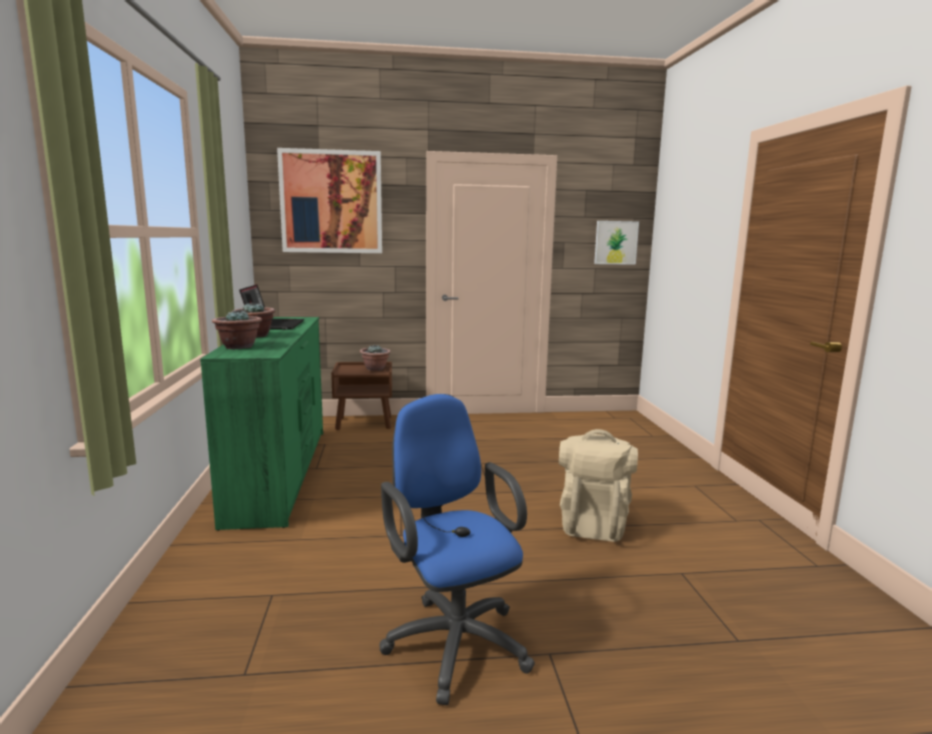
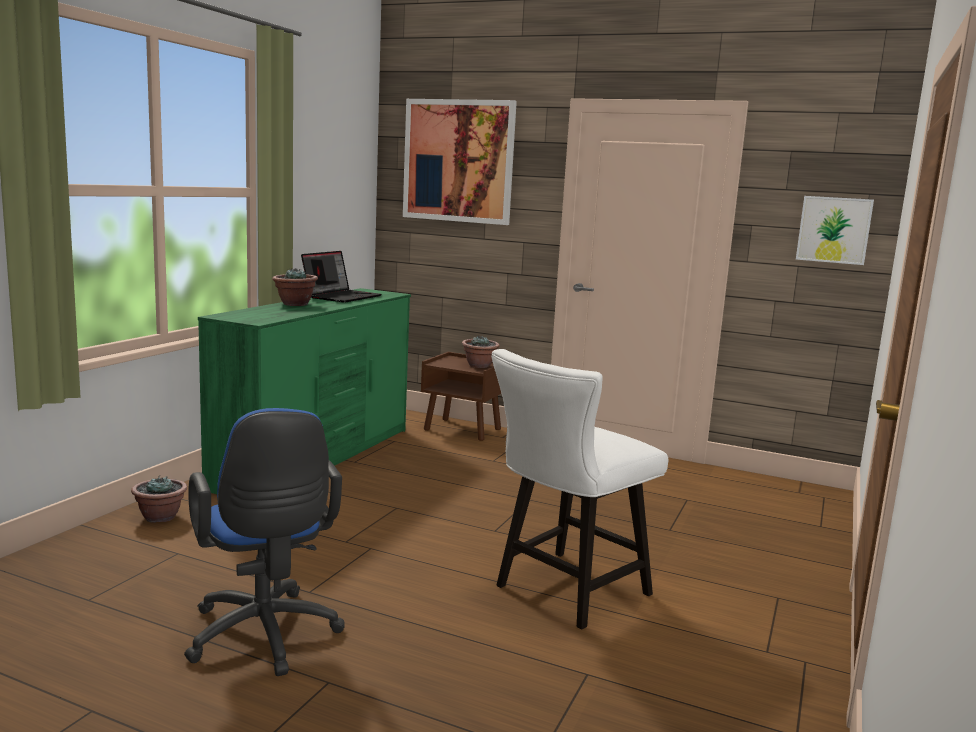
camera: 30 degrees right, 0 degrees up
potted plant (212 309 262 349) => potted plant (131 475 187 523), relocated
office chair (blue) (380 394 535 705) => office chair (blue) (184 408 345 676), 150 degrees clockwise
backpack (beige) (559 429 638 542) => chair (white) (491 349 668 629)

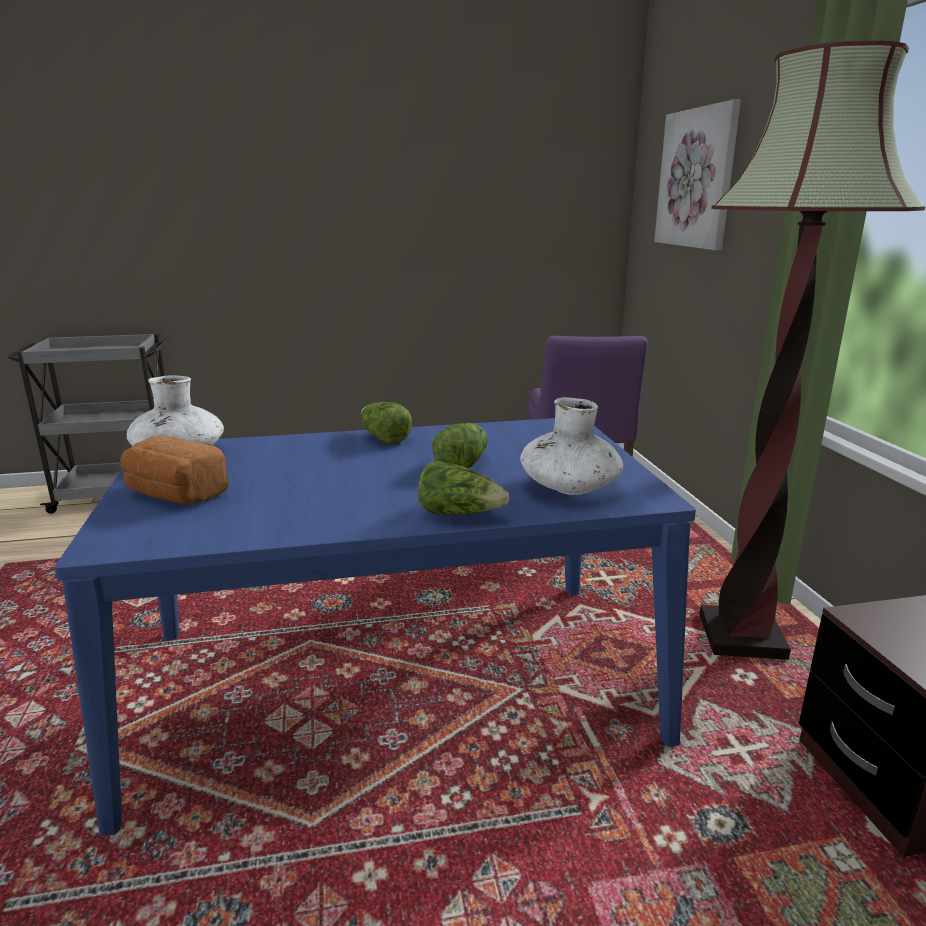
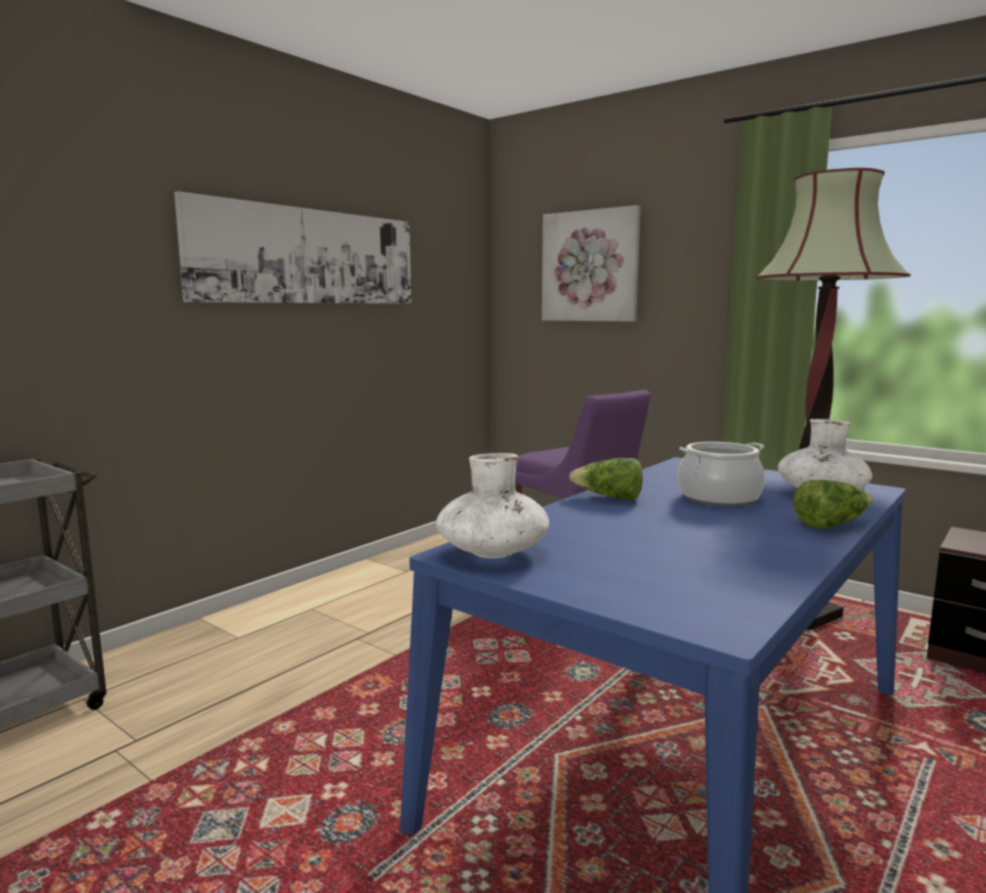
camera: 40 degrees left, 10 degrees down
lettuce (432 423 488 468) => cooking pot (677 442 765 507)
bread (120 435 229 504) => nothing
nothing => picture (174 191 411 304)

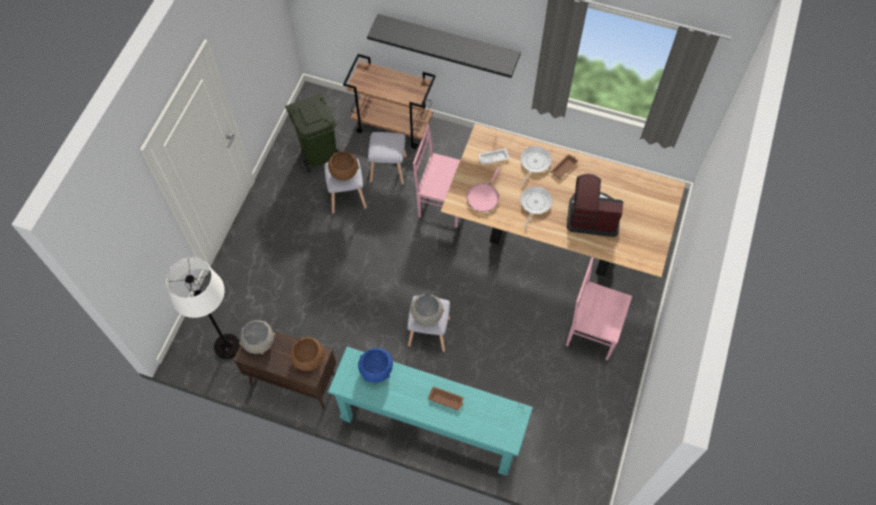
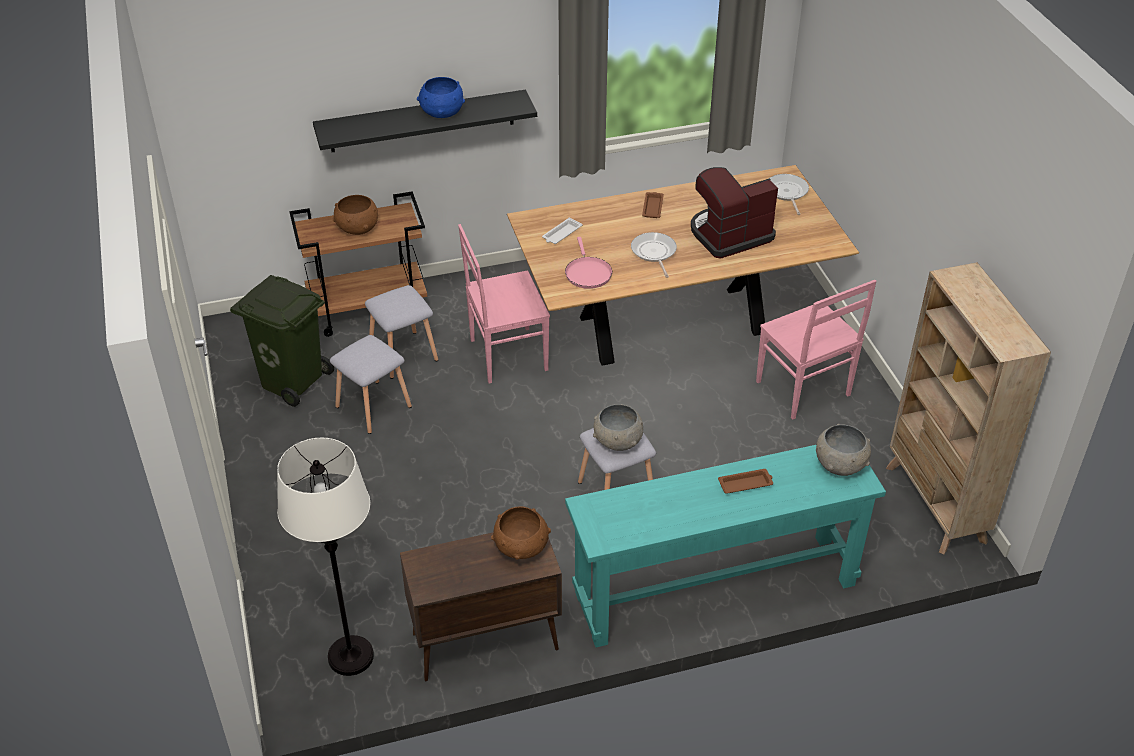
camera: 35 degrees left, 20 degrees down
frying pan (520 146 552 186) => frying pan (770 174 809 215), relocated
bowl (brown) (328 152 359 181) => bowl (brown) (333 195 378 235), relocated
chair (pink) (566 257 632 360) => chair (pink) (756 280 876 419), 105 degrees counterclockwise
bowl (grey) (239 320 275 354) => bowl (grey) (816 424 871 476), relocated
bowl (blue) (358 348 393 383) => bowl (blue) (417 77 465 118), relocated
nothing => bookcase (beige) (886 262 1051 554)

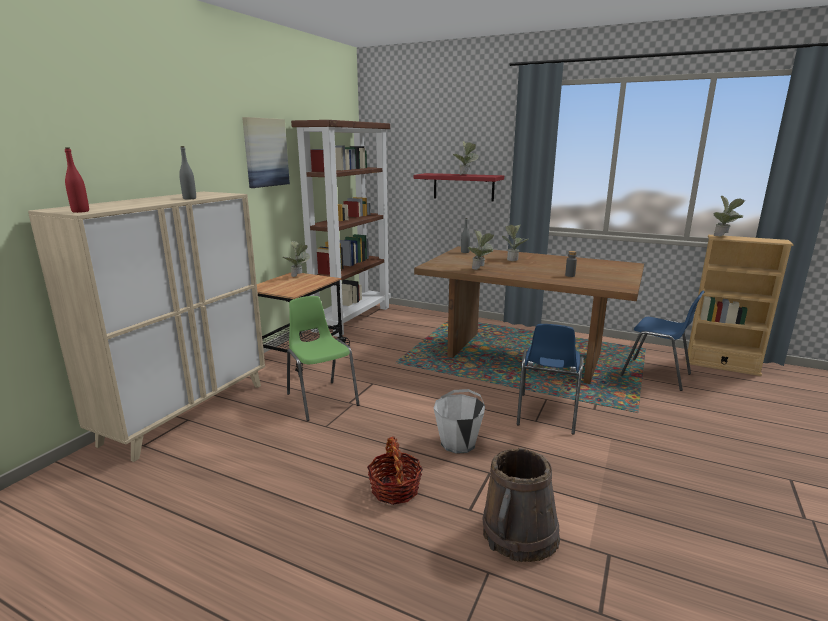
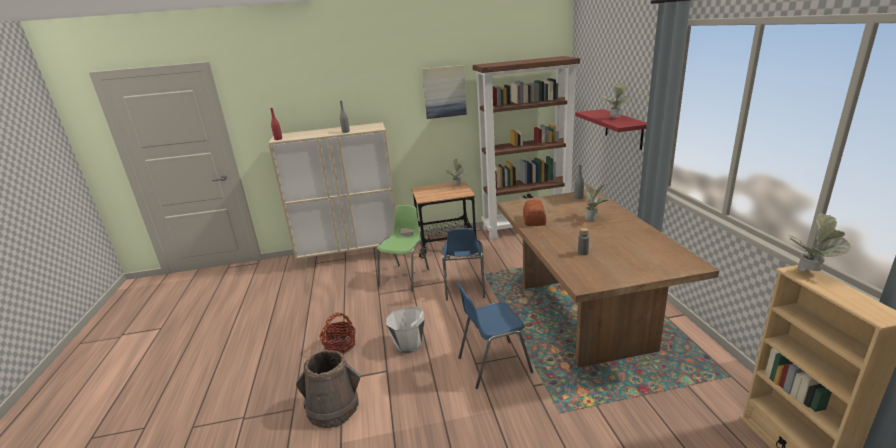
camera: 55 degrees right, 5 degrees up
potted plant (468 230 494 270) => bread (523 199 546 226)
chair (blue) (620 291 705 391) => chair (blue) (442 228 485 300), relocated

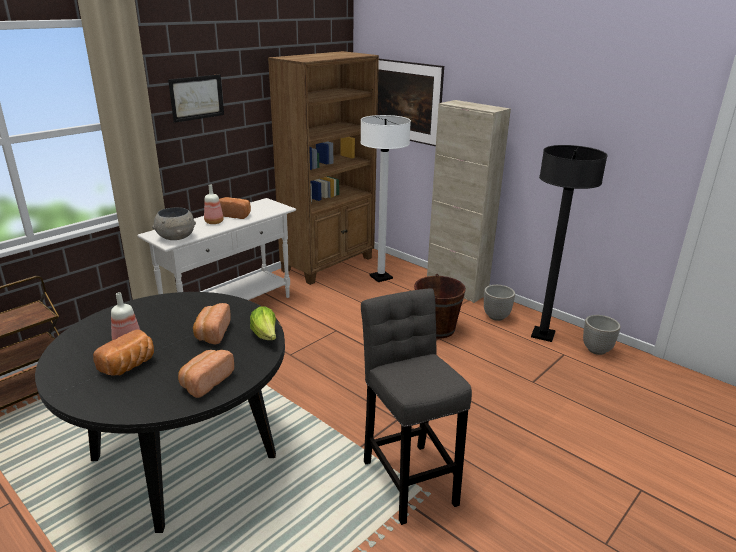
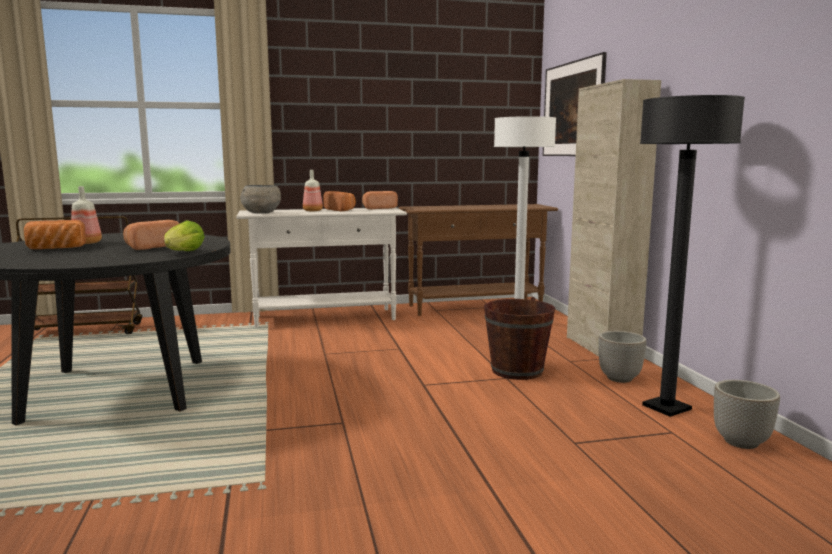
camera: 35 degrees right, 15 degrees down
bookcase (brown) (268 51 379 285) => console table (brown) (399 204 558 316)
picture (168 74 224 123) => nothing
stool (grey) (361 288 472 525) => nothing
bread (178 350 234 398) => bread (362 191 398 209), relocated

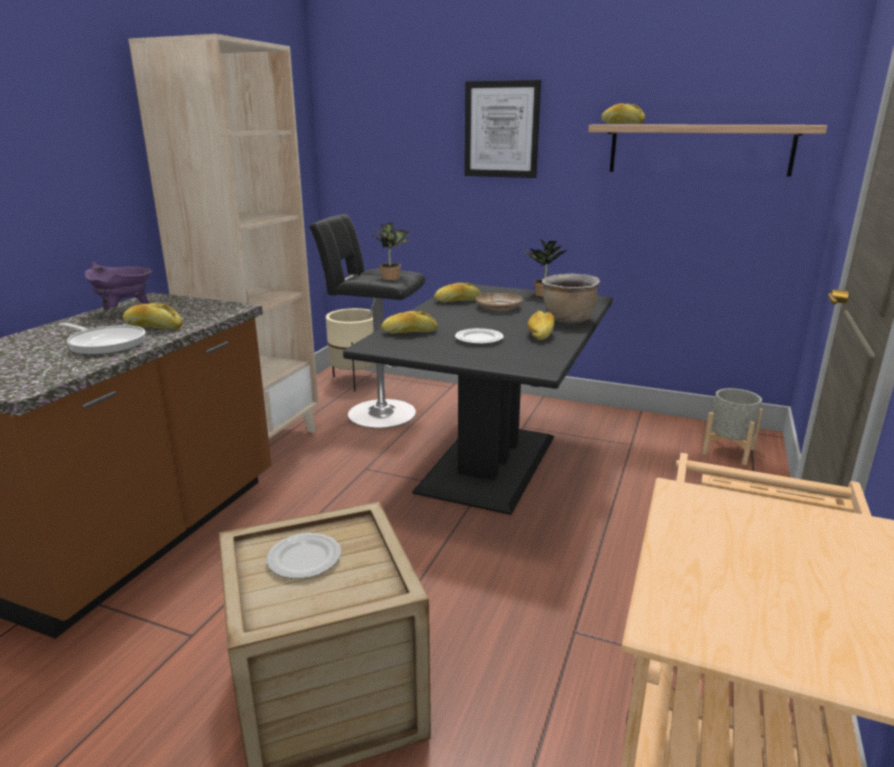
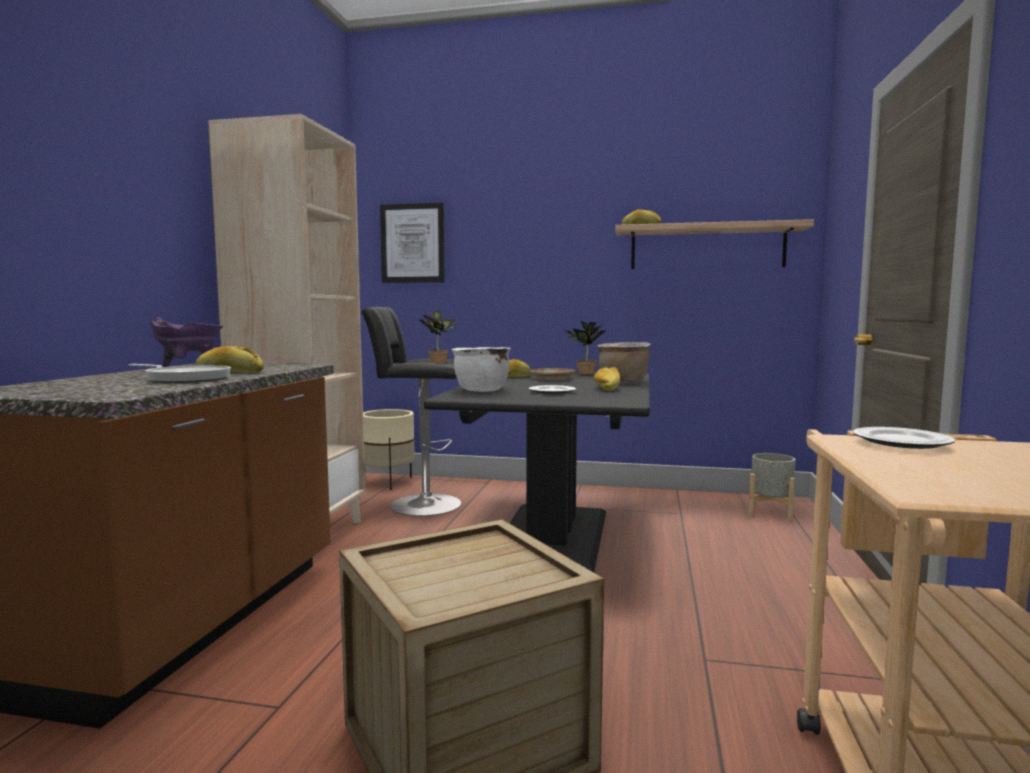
camera: 10 degrees left, 15 degrees down
picture (464 80 541 178) => picture (380 202 445 283), relocated
bread (381 311 438 334) => cooking pot (white) (452 347 511 392)
plate (266 533 341 579) => plate (853 427 955 449), relocated

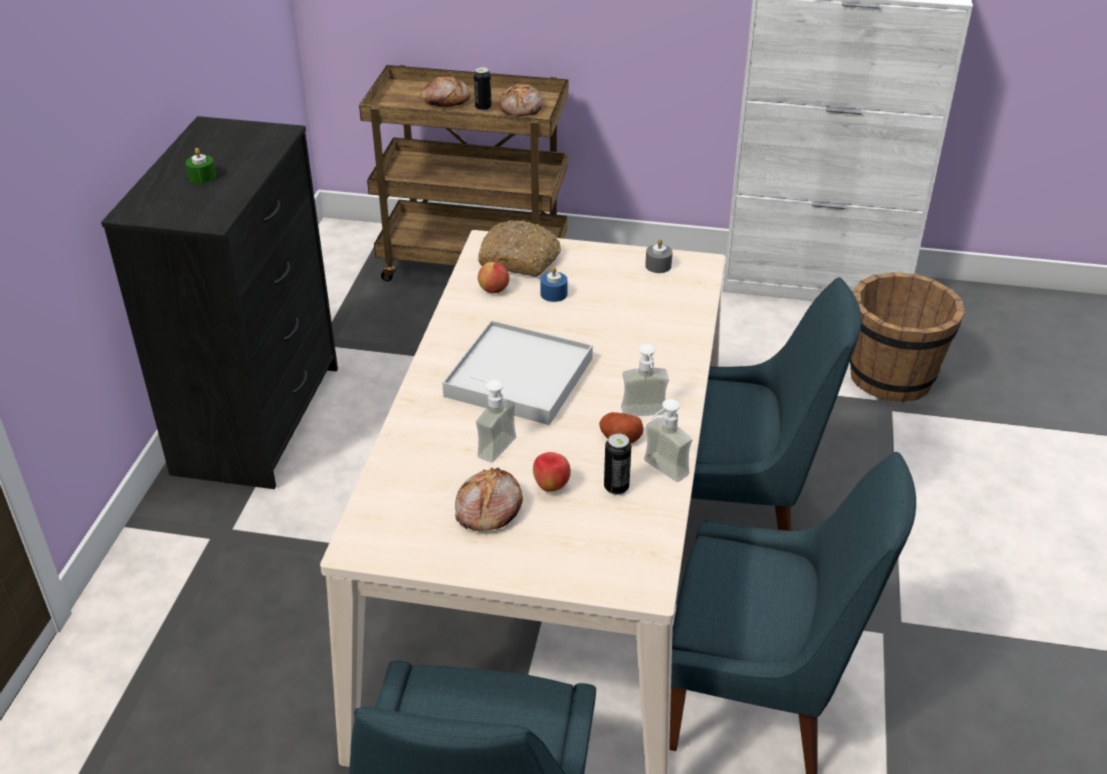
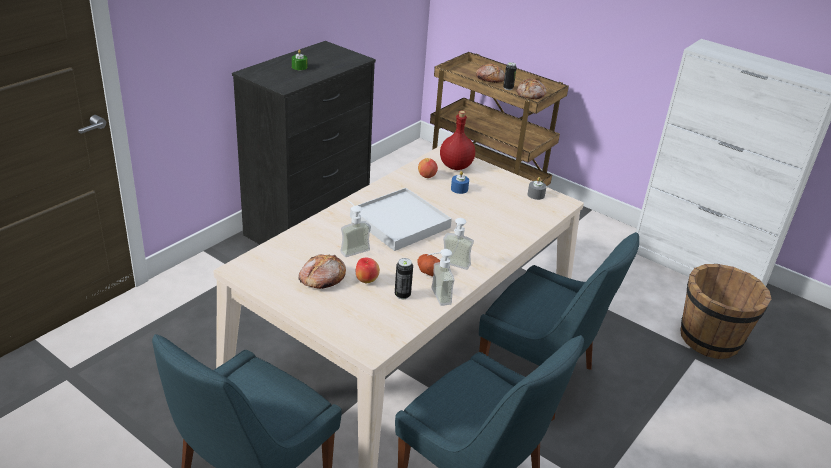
camera: 25 degrees right, 5 degrees down
bread (477 221 561 277) => bottle (red) (440 111 475 170)

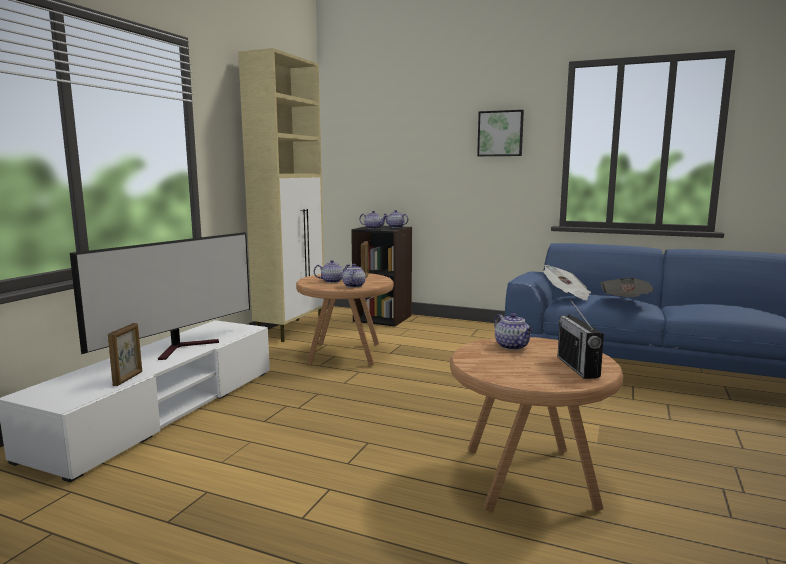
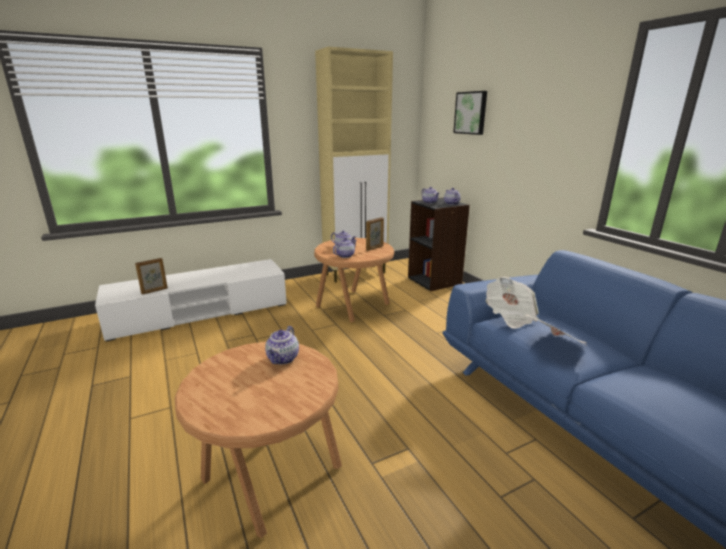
camera: 40 degrees right, 10 degrees up
picture (477 110 524 156) => picture (453 91 487 135), relocated
television (70 232 250 360) => nothing
radio (557 299 604 379) => nothing

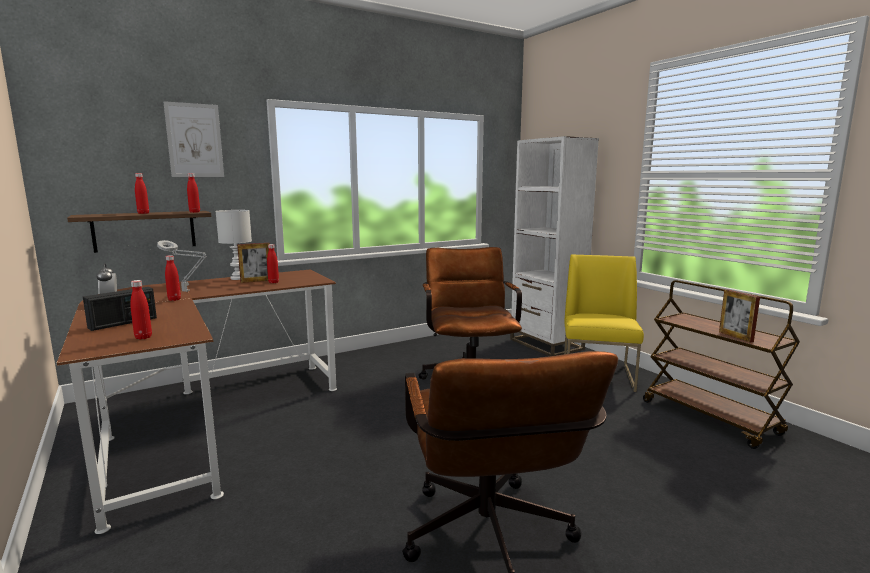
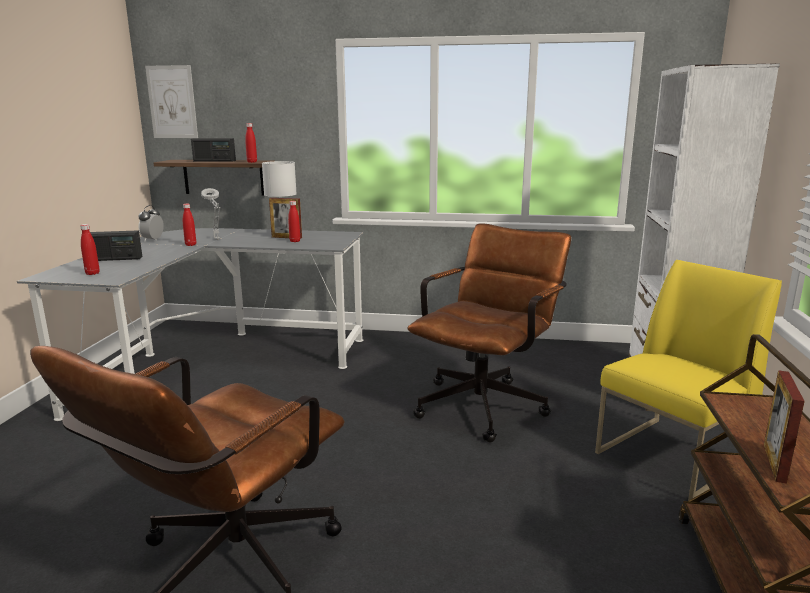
camera: 40 degrees right, 5 degrees up
picture (163 101 224 177) => picture (145 65 198 138), relocated
bottle (red) (135 173 149 214) => radio (191 138 236 162)
desk (brown) (57 269 337 534) => desk (grey) (17 228 363 421)

